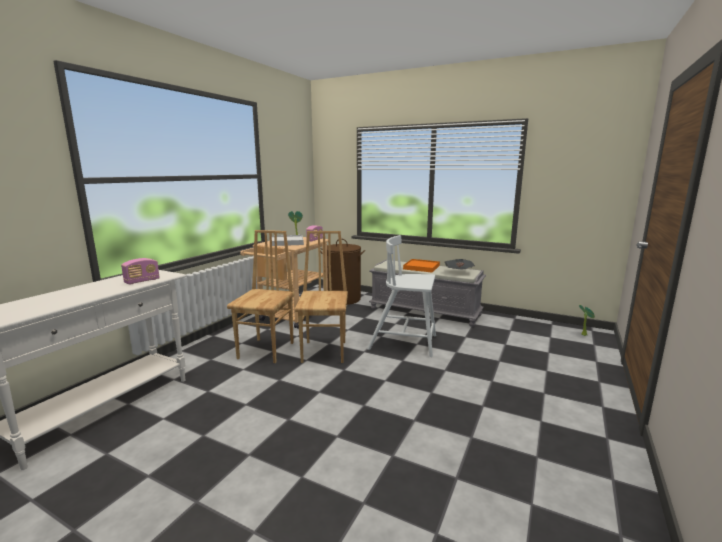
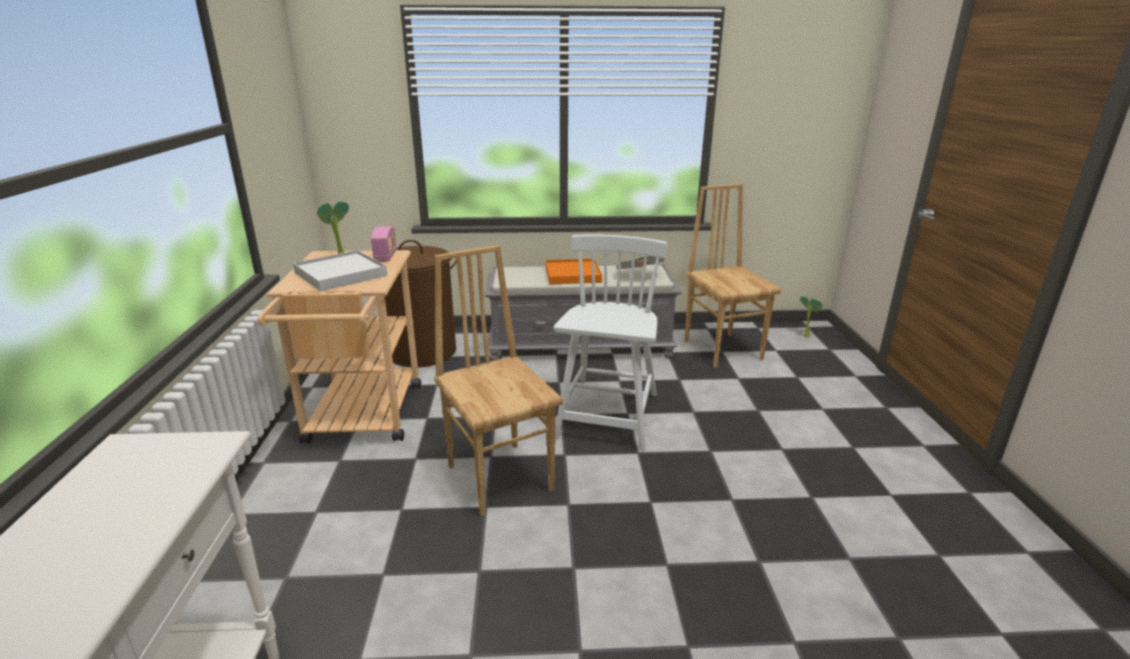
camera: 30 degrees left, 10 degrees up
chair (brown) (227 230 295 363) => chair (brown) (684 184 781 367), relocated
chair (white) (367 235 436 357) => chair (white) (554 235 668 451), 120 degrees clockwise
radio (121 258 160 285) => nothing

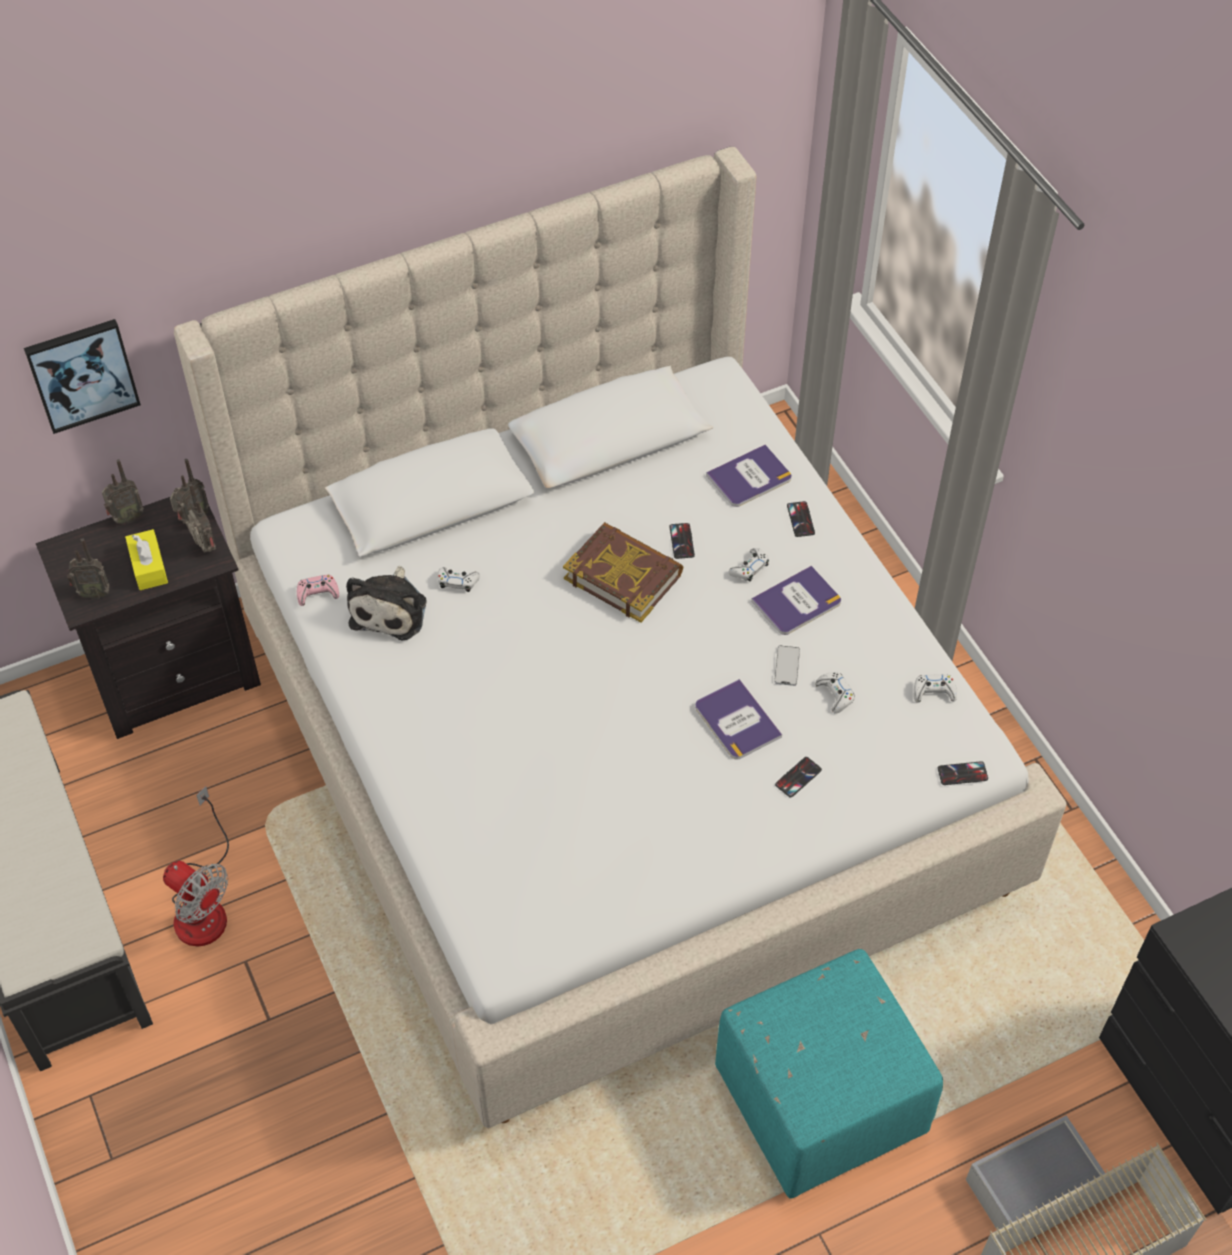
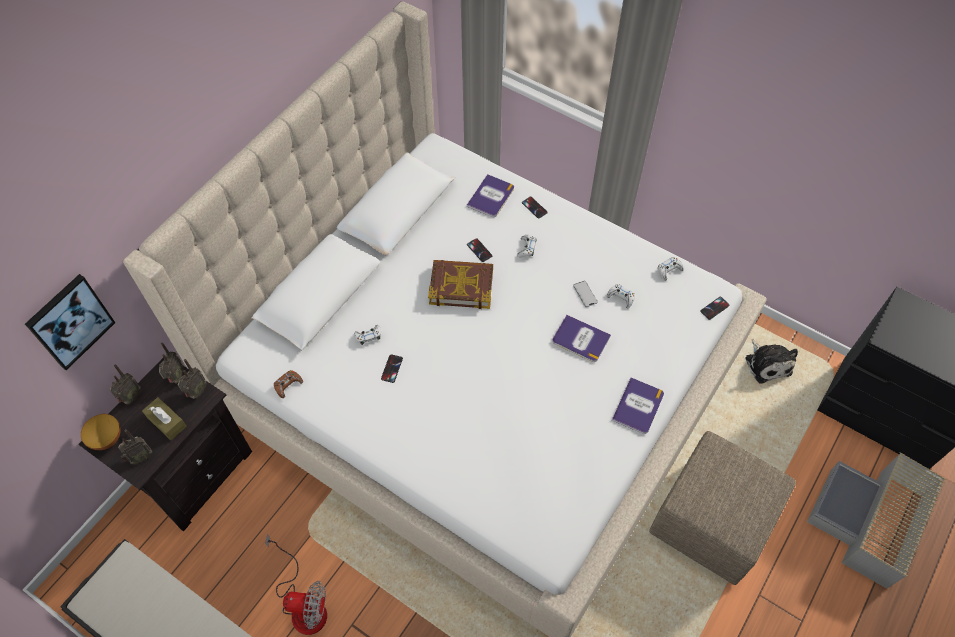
camera: 30 degrees left, 5 degrees up
radio (187 484 216 553) => radio (178 359 207 399), 90 degrees clockwise
tissue box (yellow) (125 529 168 590) => tissue box (brown) (142 397 187 440)
plush toy (346 566 426 640) => plush toy (745 339 798 384), relocated
book (751 566 841 635) => book (612 377 664 434), relocated
game controller (pink) (297 575 339 606) => game controller (brown) (274 370 303 398)
phone (775 757 822 798) => phone (381 354 403 383), relocated
ottoman (turquoise) (715 949 943 1199) => ottoman (beige) (649 431 796 585)
nothing => bowl (81 414 120 450)

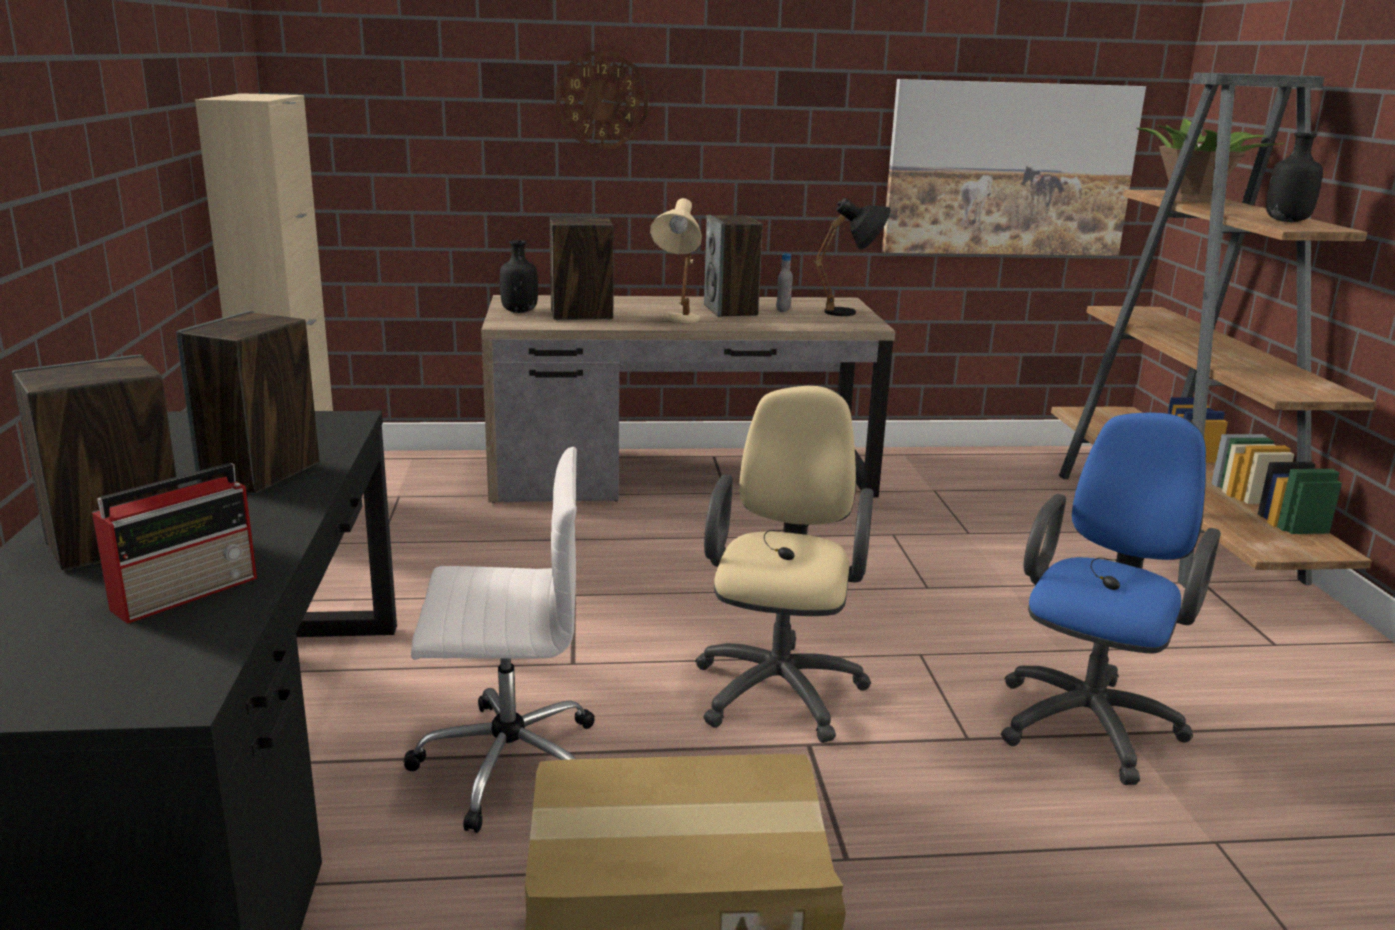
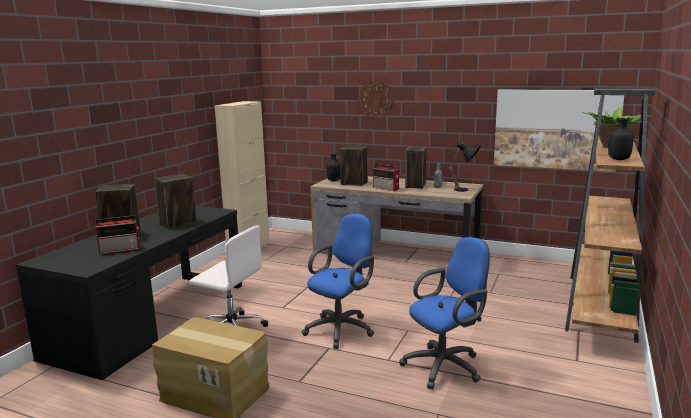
camera: 30 degrees right, 5 degrees down
table lamp (beige) (650 198 702 323) => radio (373 164 399 191)
office chair (beige) (695 386 874 743) => office chair (blue) (302 214 374 349)

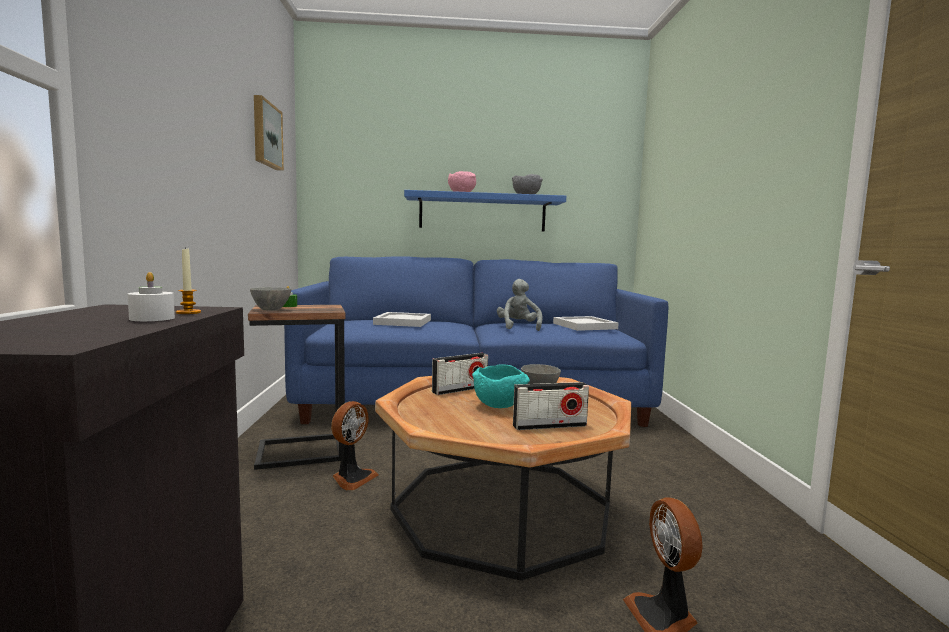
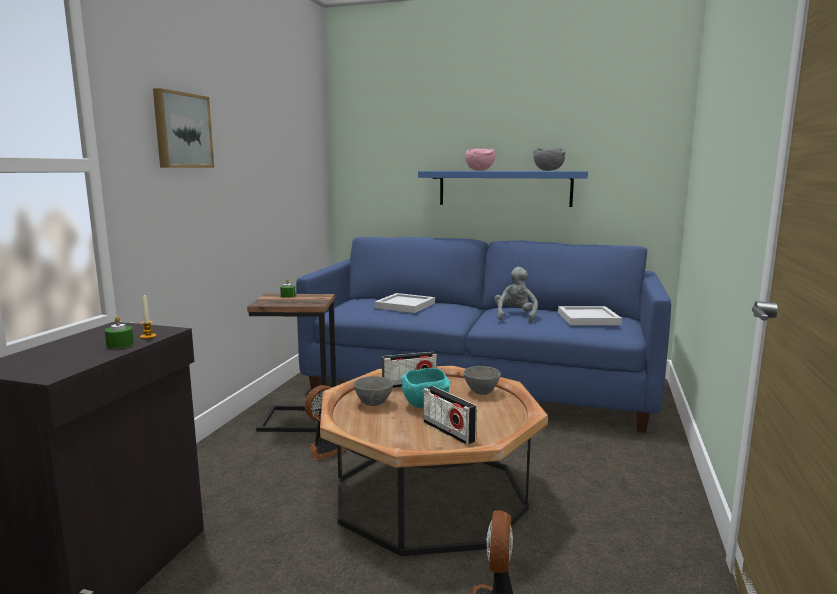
camera: 20 degrees right, 5 degrees up
picture (254 95 284 171) => picture (153 88 214 168), relocated
candle (white) (128 272 175 321) => candle (green) (105 316 134 348)
bowl (grey) (250 287 292 311) => bowl (grey) (354 376 394 406), relocated
radio (513 382 589 430) => radio (424 386 477 445), 45 degrees clockwise

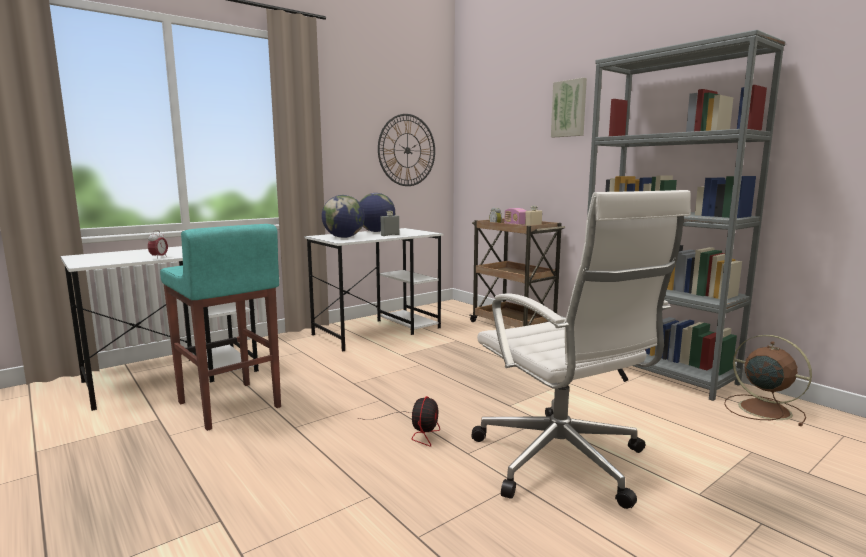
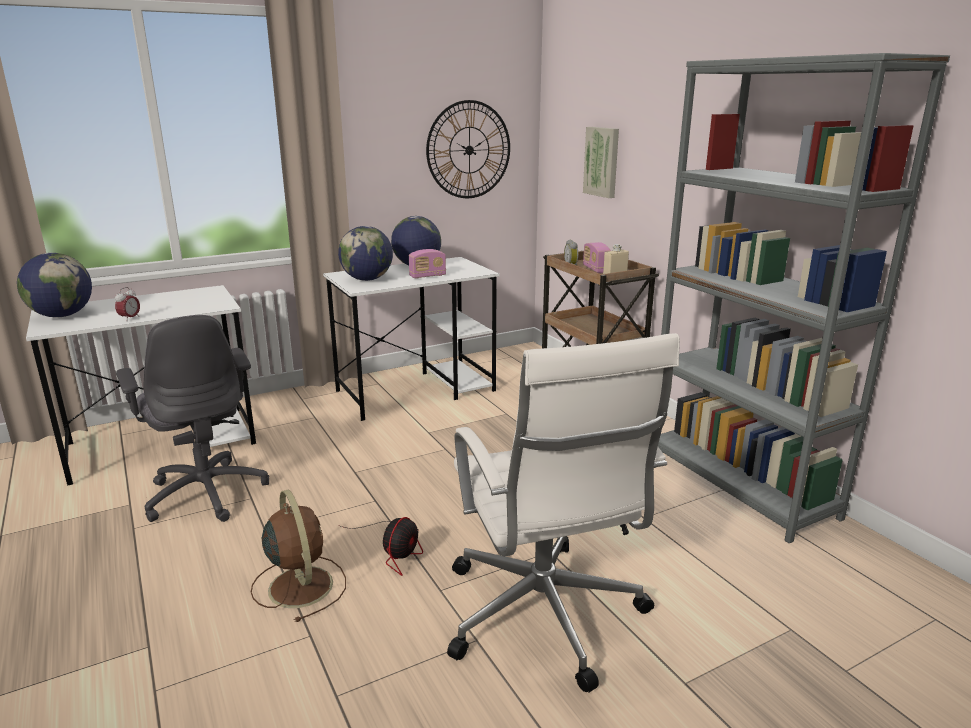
camera: 10 degrees right, 10 degrees up
picture (551 78 587 137) => picture (583 127 619 198), relocated
bottle (grey) (380 211 400 236) => radio (409 249 446 279)
stool (turquoise) (160 224 281 431) => office chair (grey) (116 315 269 522)
fan (brown) (724 335 812 426) => fan (brown) (251 489 346 622), relocated
nothing => globe (17 253 92 318)

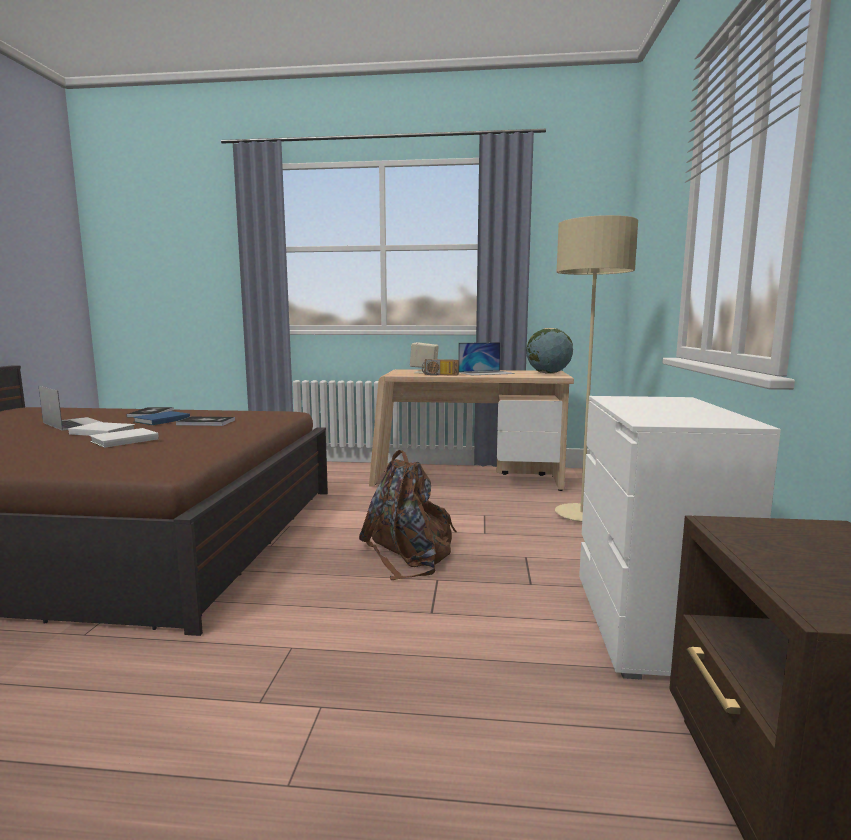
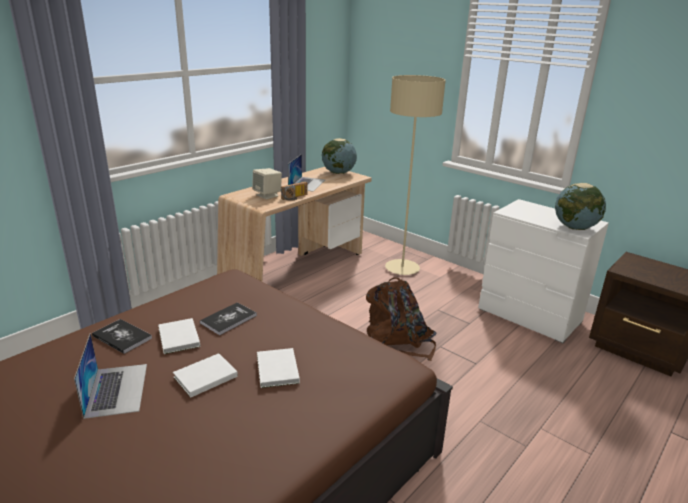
camera: 55 degrees left, 15 degrees up
laptop (39 386 101 431) => laptop (74 333 147 419), 90 degrees clockwise
book (blue) (133 411 190 425) => book (white) (158 318 200 354)
nothing => globe (555 183 606 230)

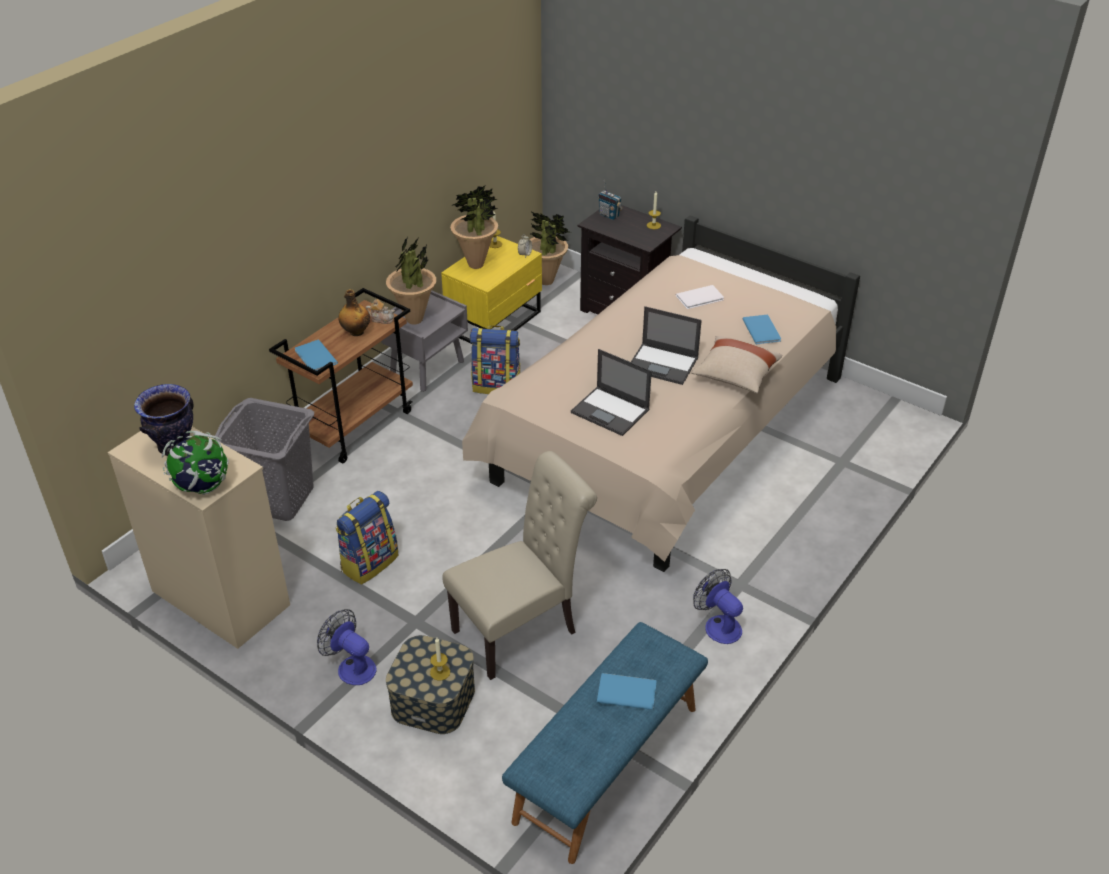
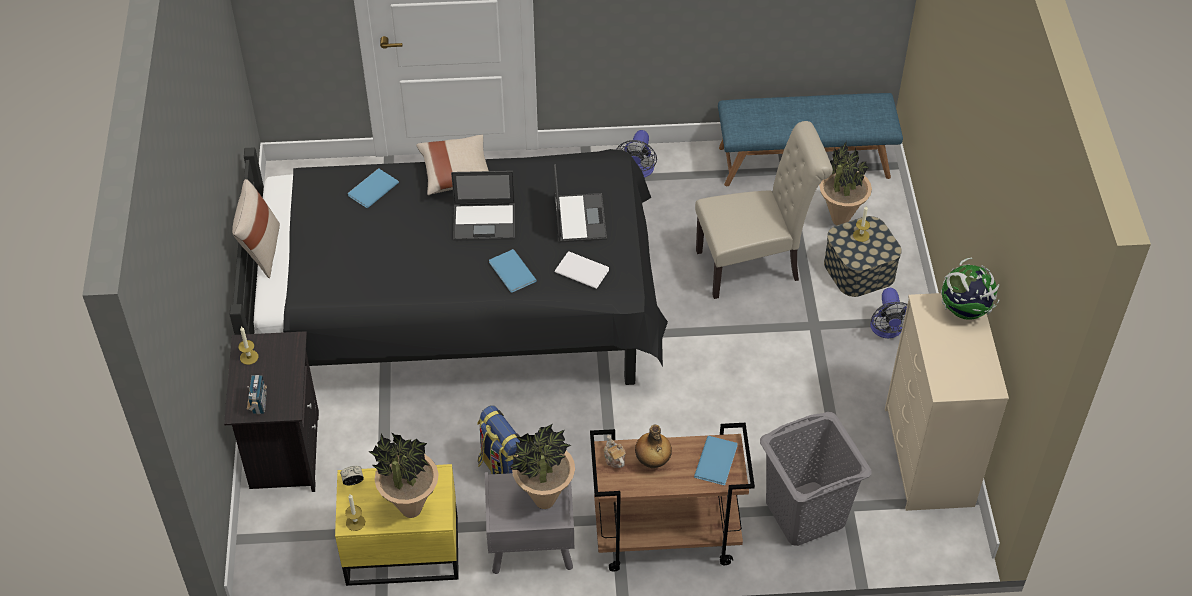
camera: 130 degrees left, 10 degrees up
potted plant (530 212 571 285) => potted plant (819 141 872 225), relocated
bed (beige) (462 215 860 572) => bed (black) (229 147 668 385)
book (white) (676 285 724 309) => book (white) (555 252 609 289), relocated
laptop (631 306 702 385) => laptop (451 171 515 241), 105 degrees clockwise
vase (134 384 194 456) => nothing
chair (beige) (442 451 597 680) => chair (beige) (695 121 833 299), 150 degrees clockwise
backpack (335 491 399 585) => nothing
book (blue) (597 673 657 710) => book (blue) (489 249 537 293), relocated
nothing => pillow (beige) (232 179 280 278)

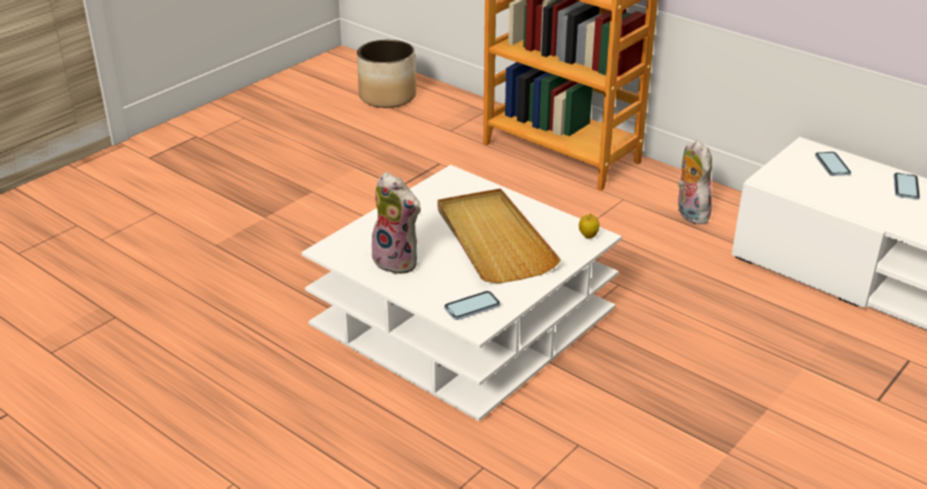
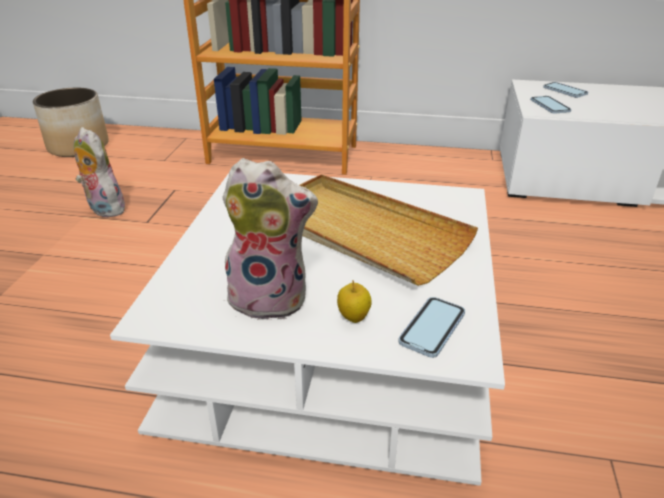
camera: 30 degrees left, 0 degrees up
plush toy (677 140 712 224) => plush toy (74 127 125 217), relocated
phone (894 173 920 199) => phone (531 96 571 114), relocated
apple (579 213 599 239) => apple (337 281 372 323), relocated

